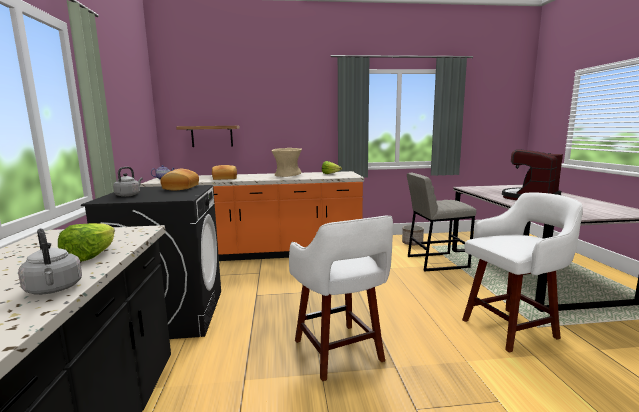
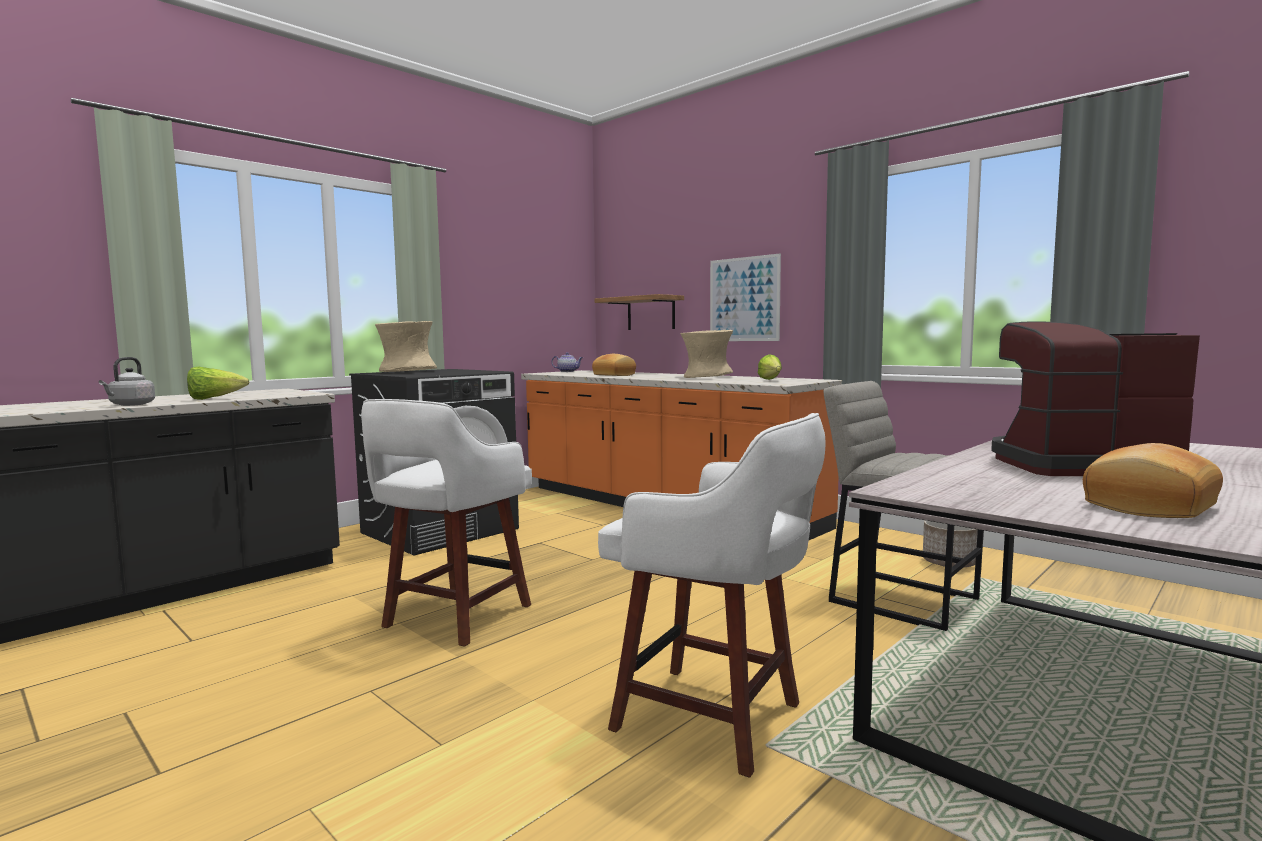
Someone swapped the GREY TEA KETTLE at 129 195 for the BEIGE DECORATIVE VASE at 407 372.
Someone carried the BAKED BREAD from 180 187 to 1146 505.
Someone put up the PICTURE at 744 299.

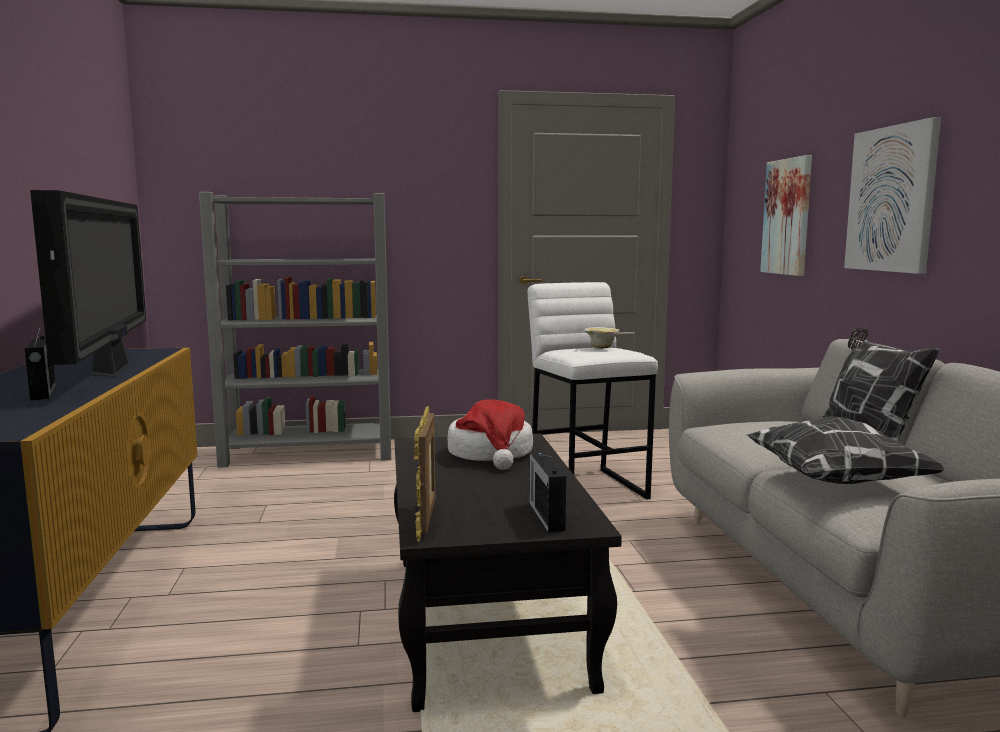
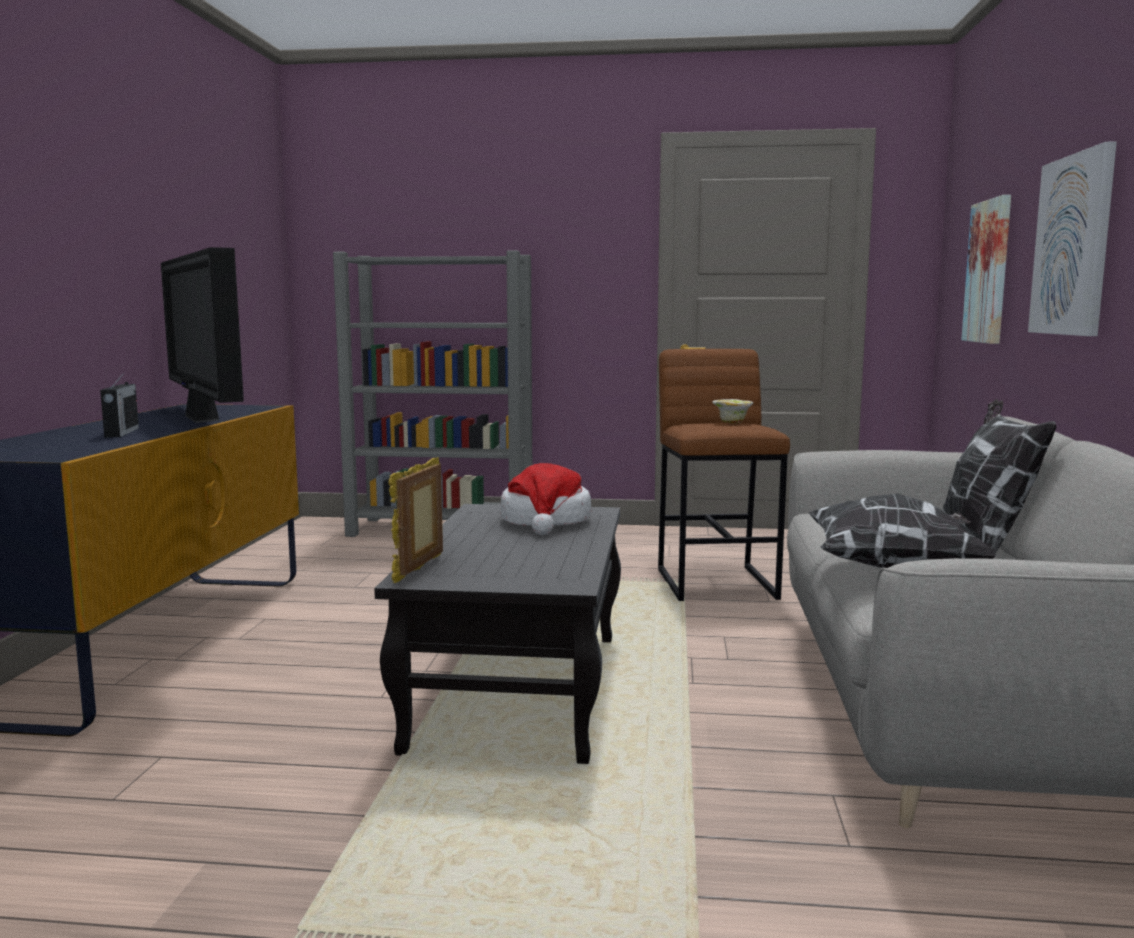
Someone rotated the TELEVISION at 112 369 by 150 degrees clockwise.
Someone repainted the WHITE-COLOURED SITTING STOOL at 586 487, which became the BROWN SITTING STOOL at 715 582.
Someone took away the RADIO RECEIVER at 546 515.

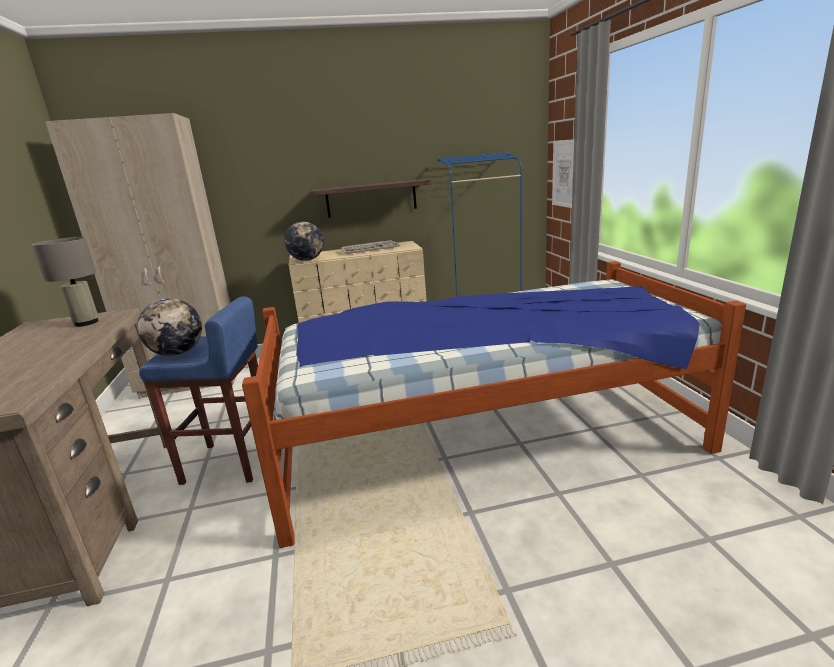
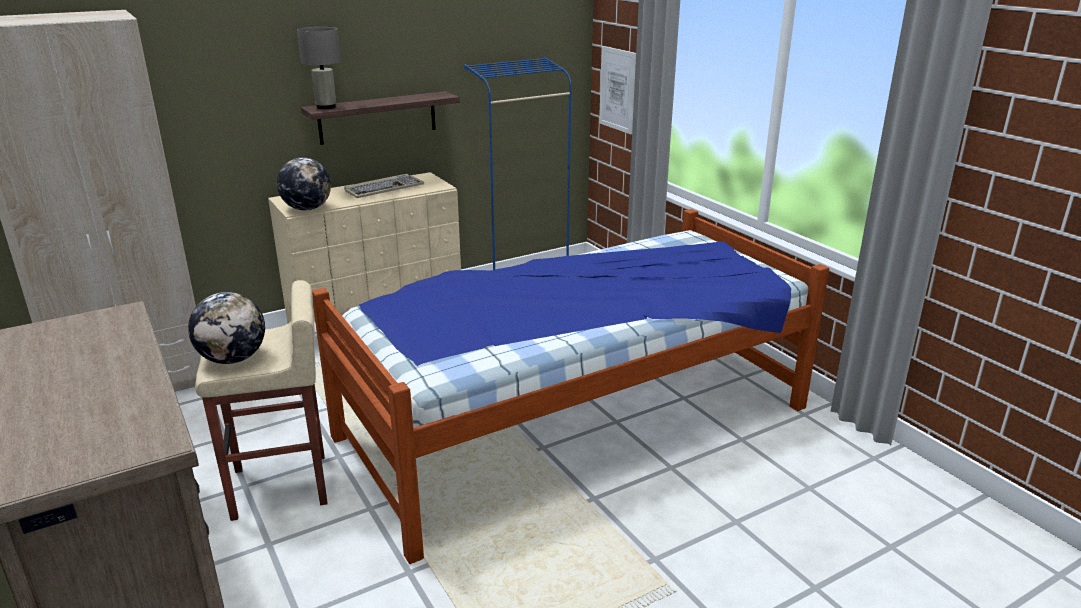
Someone carried the GREY TABLE LAMP from 87 322 to 326 107.
Someone repainted the BLUE-COLOURED SITTING STOOL at 230 463, which became the BEIGE SITTING STOOL at 282 487.

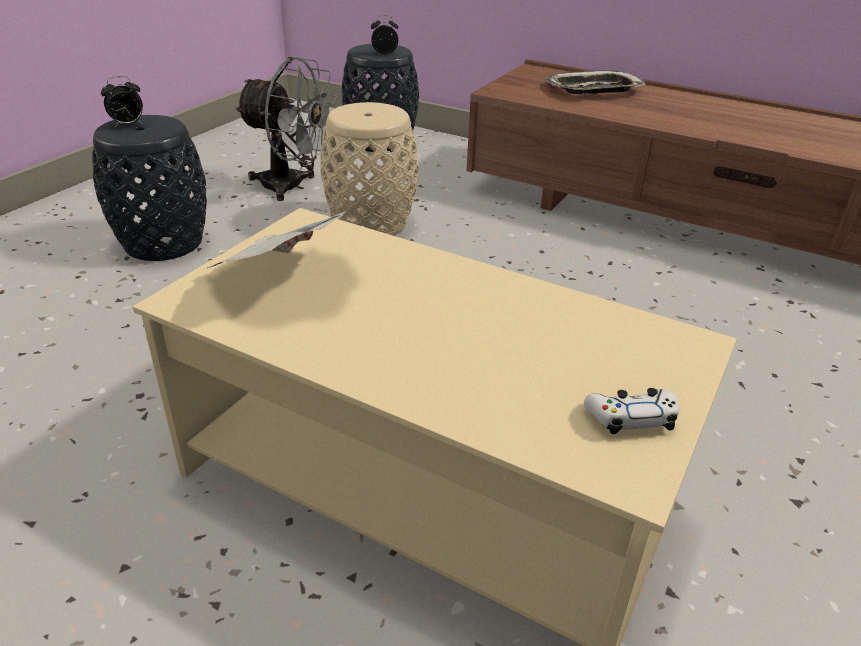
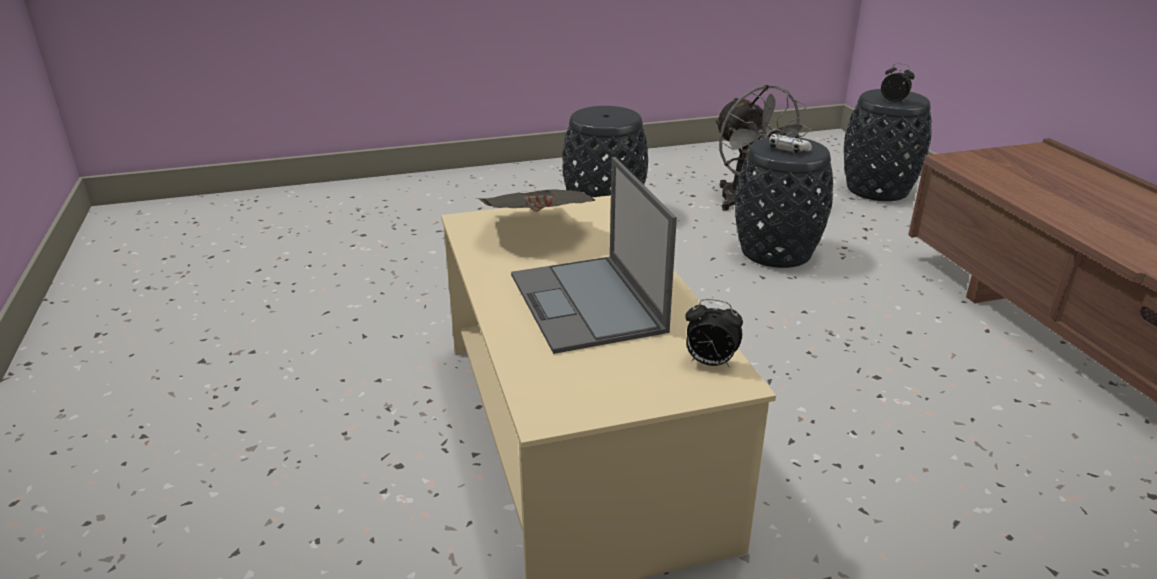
Someone took away the TRAY at 593 90.
Someone carried the TABLE CLOCK from 128 125 to 709 363.
Someone repainted the BEIGE SITTING STOOL at 370 223, which became the BLACKISH SITTING STOOL at 775 252.
Someone carried the WHITE-COLOURED GAMEPAD from 631 417 to 788 149.
Someone put down the NOTEBOOK COMPUTER at 588 304.

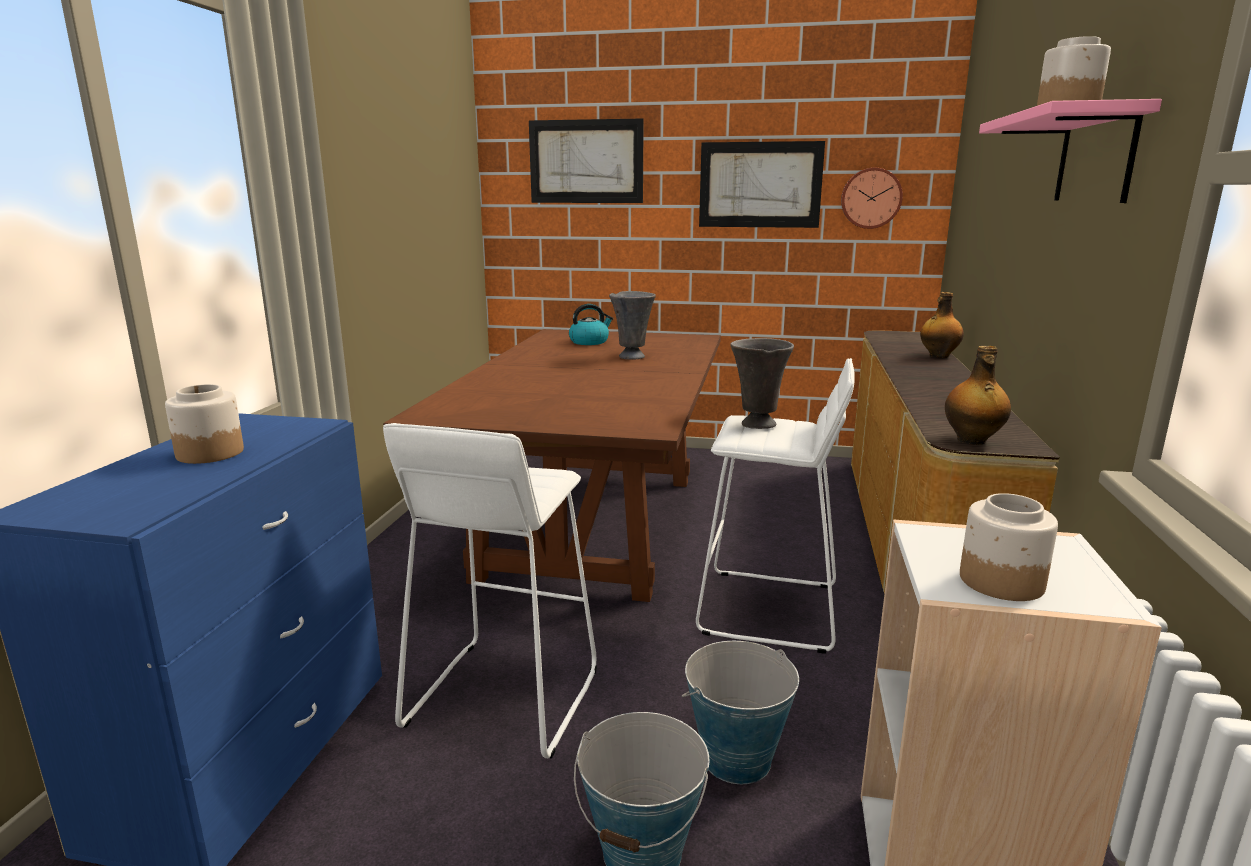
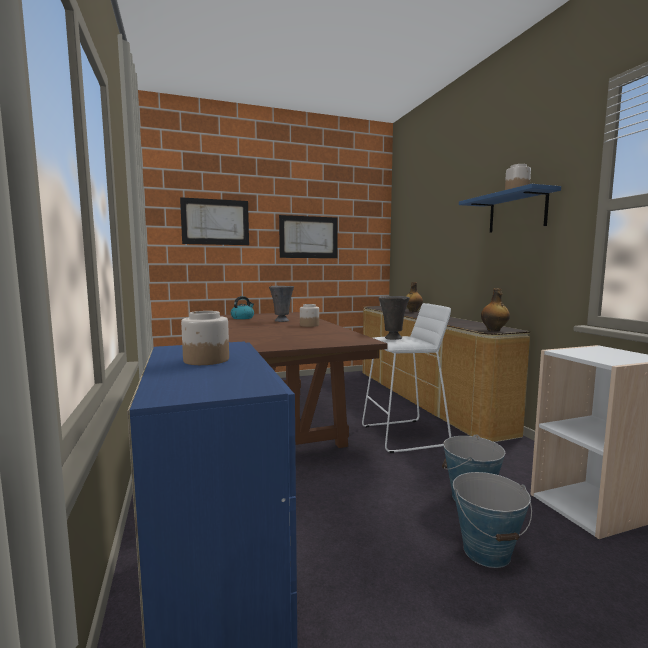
Someone repainted the PINKISH WALL SHELF at 1095 157, which became the BLUE-COLOURED WALL SHELF at 517 212.
Someone took away the WALL CLOCK at 871 198.
Someone took away the WHITE-COLOURED SITTING STOOL at 502 697.
Someone carried the PRESERVE JAR from 1000 581 to 309 325.

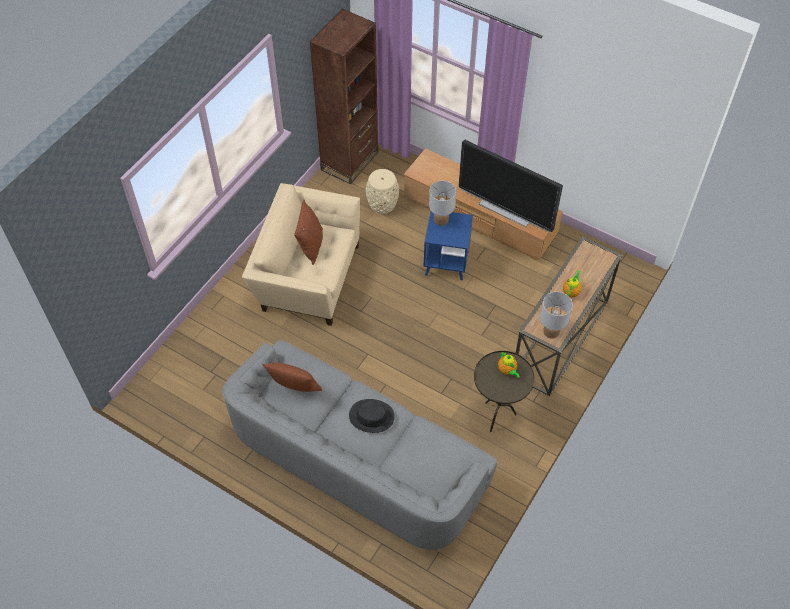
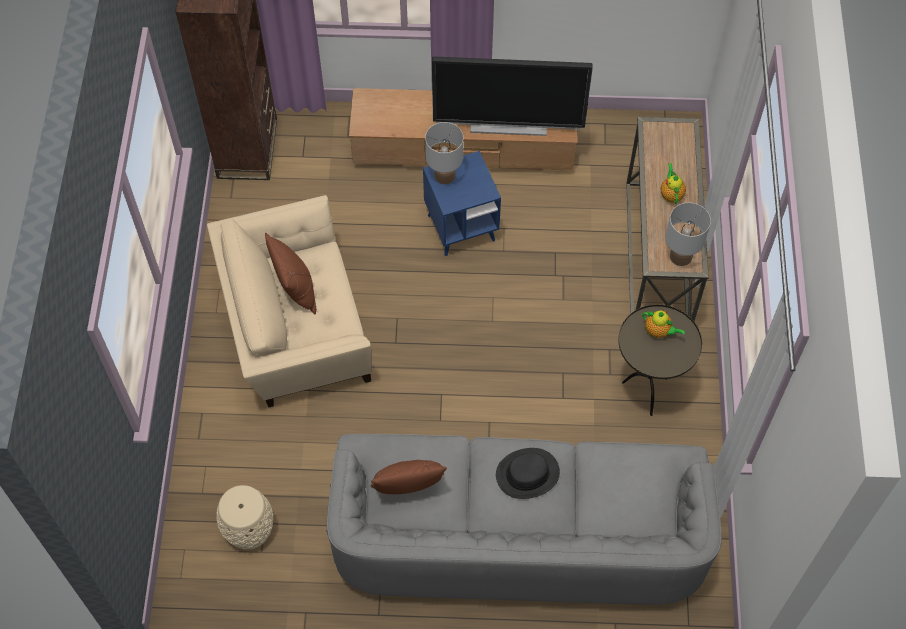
Someone carried the BEIGE SITTING STOOL from 382 204 to 249 530.

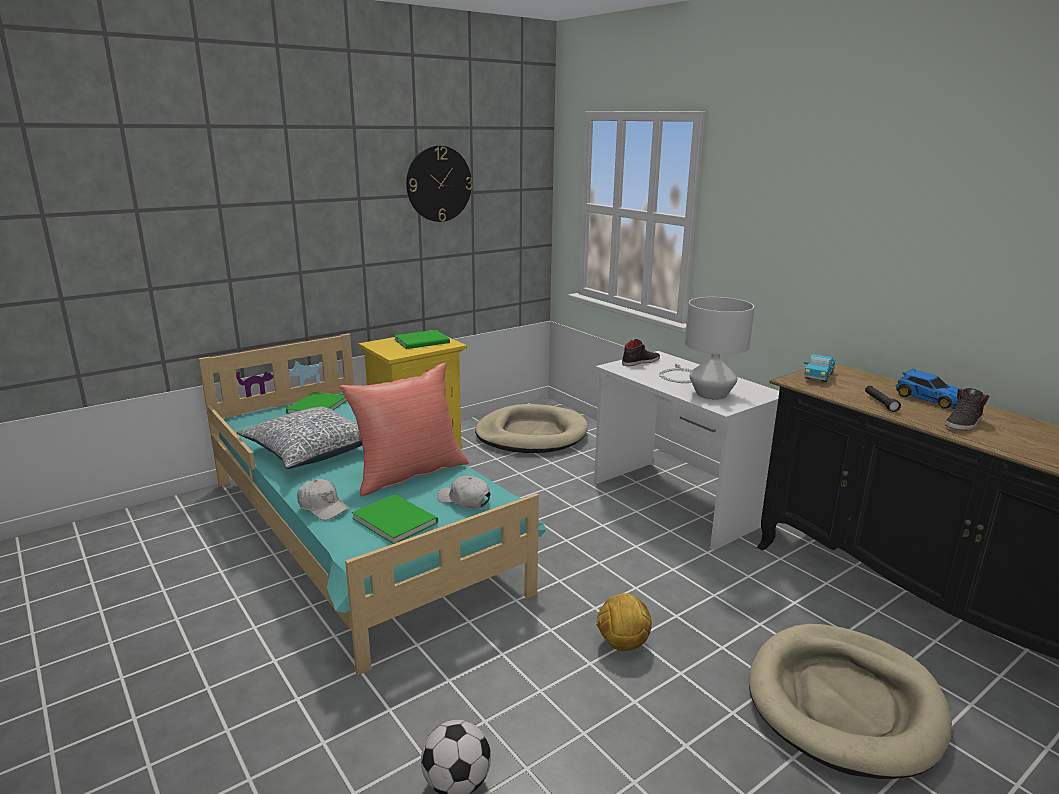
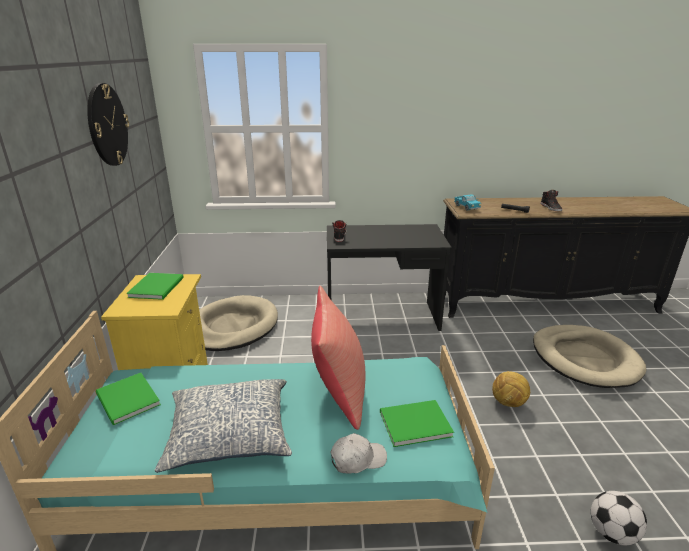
Someone took away the GREY TABLE LAMP at 699 386.
Someone repainted the WHITE-COLOURED DESK at 676 501, which became the BLACKISH DESK at 382 317.
Someone took away the TOY CAR at 929 399.
Someone took away the WHITE-COLOURED PEAKED CAP at 464 500.

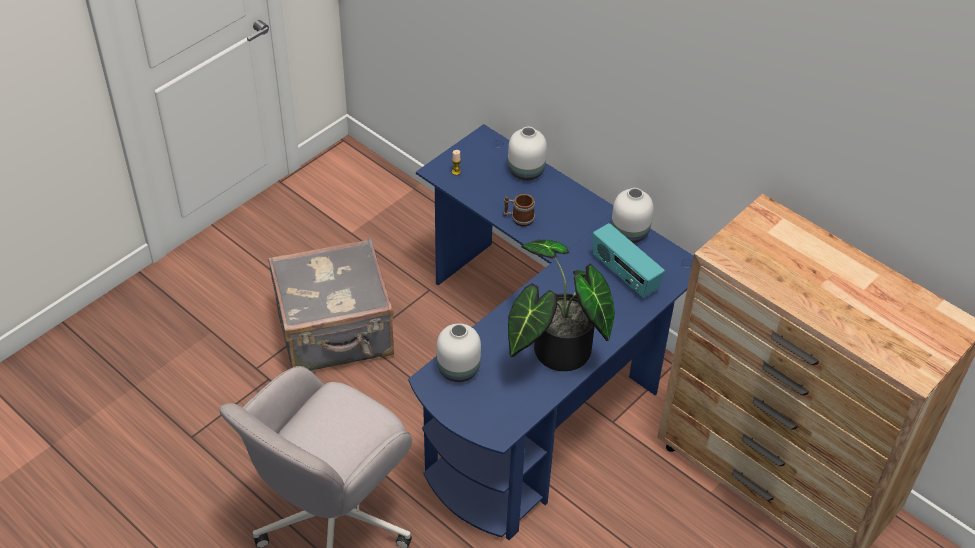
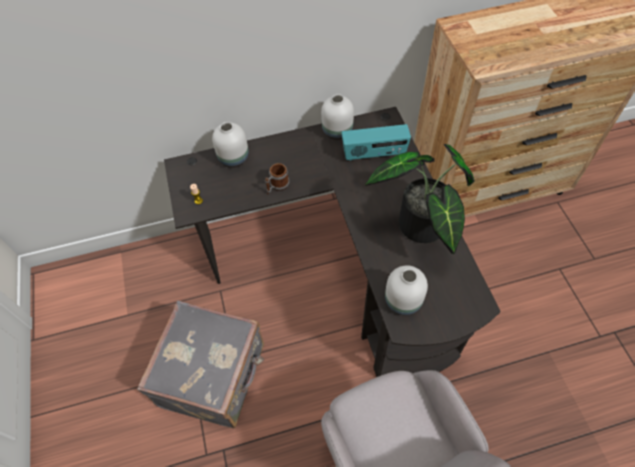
Someone repainted the BLUE-COLOURED DESK at 538 378, which became the BLACKISH DESK at 340 266.

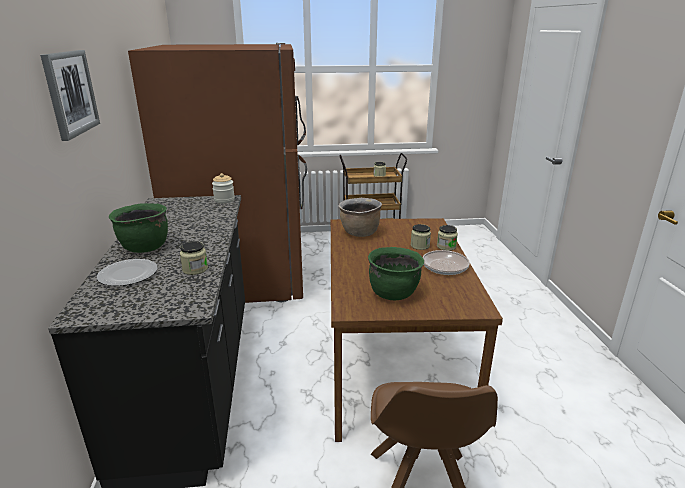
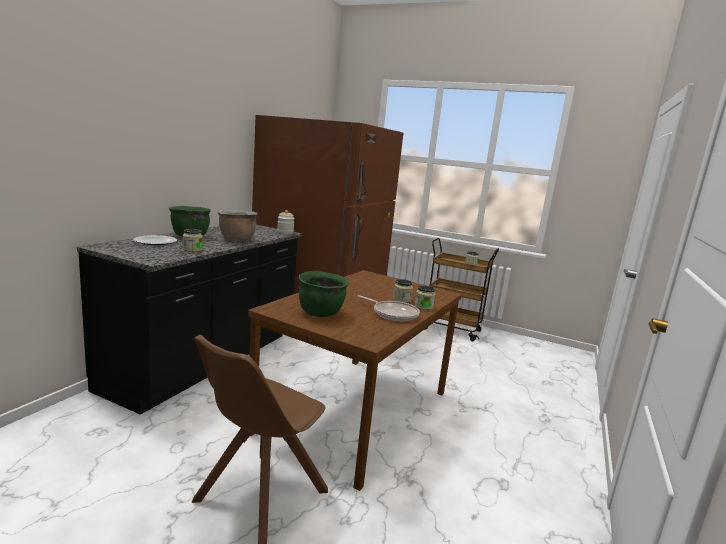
Someone took away the PICTURE at 70 93.
Someone carried the BROWN SAUCEPOT from 359 233 to 236 239.

